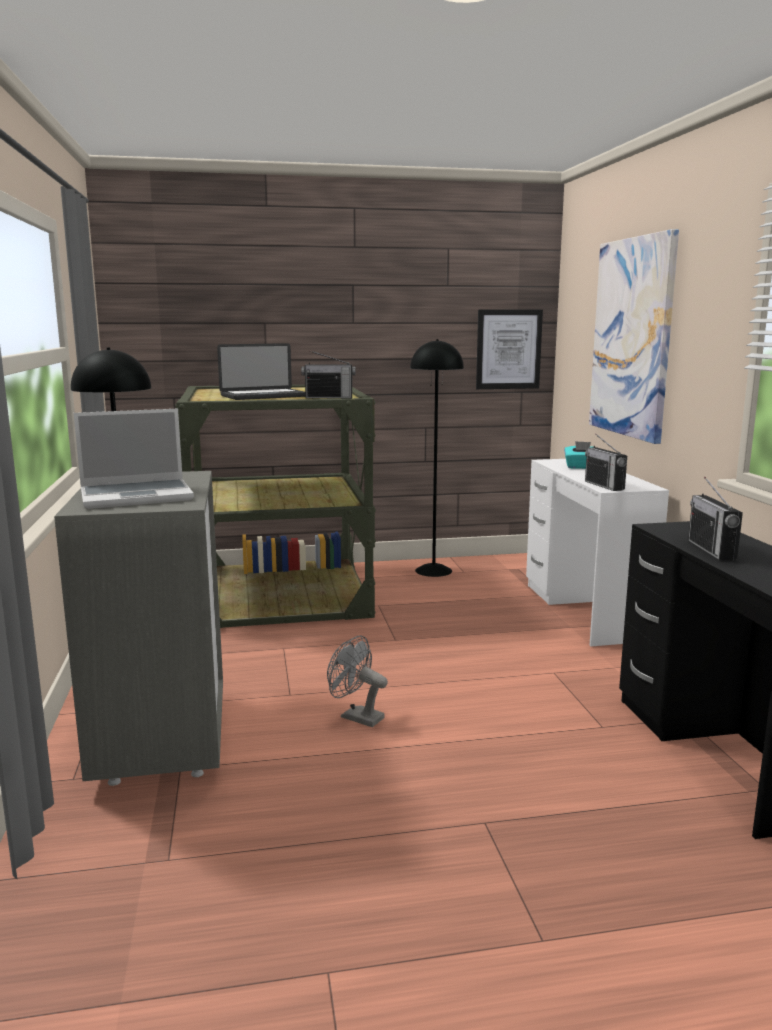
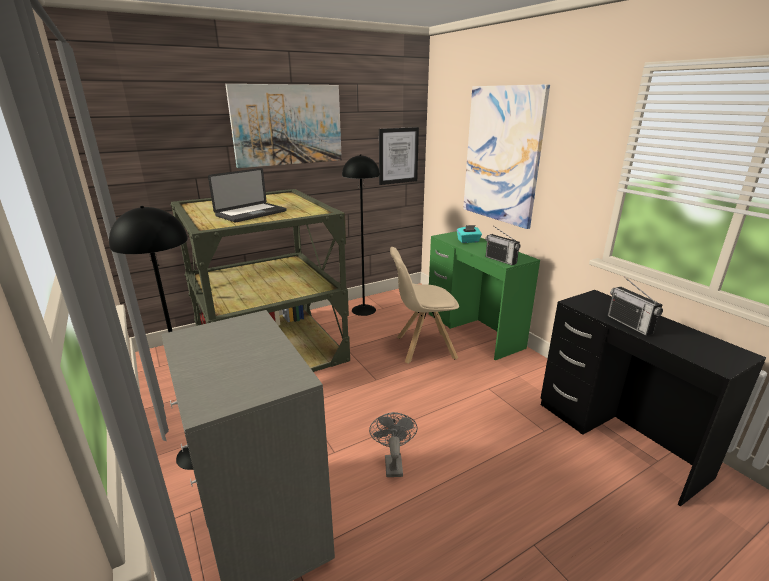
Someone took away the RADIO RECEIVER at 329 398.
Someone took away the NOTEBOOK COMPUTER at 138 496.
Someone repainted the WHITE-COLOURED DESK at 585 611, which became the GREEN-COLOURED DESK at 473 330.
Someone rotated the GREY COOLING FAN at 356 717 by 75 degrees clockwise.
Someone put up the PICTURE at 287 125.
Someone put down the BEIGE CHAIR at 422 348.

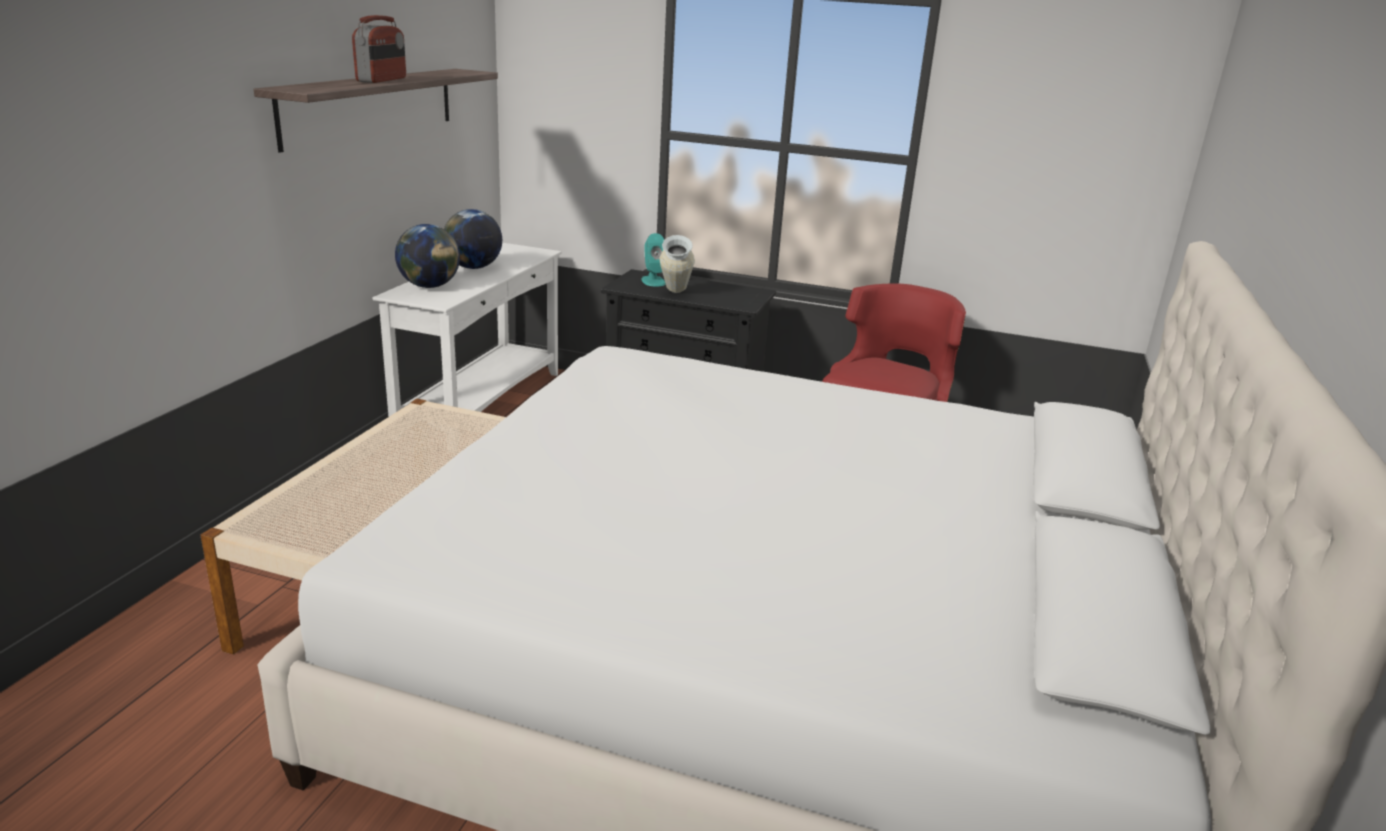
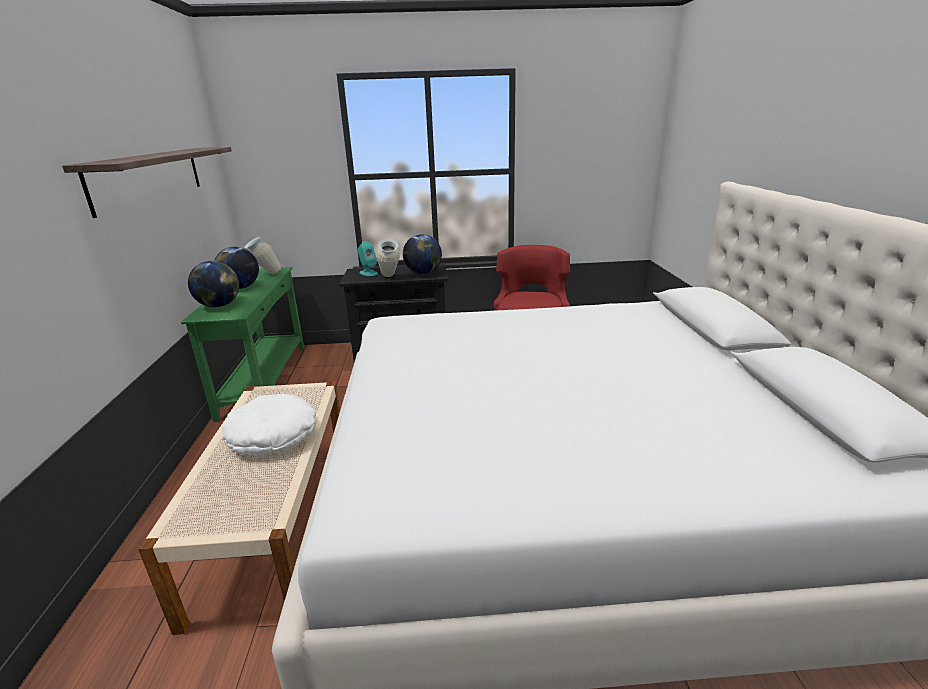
Someone took away the RADIO RECEIVER at 382 80.
Someone repainted the WHITE-COLOURED NARROW TABLE at 481 404, which became the GREEN-COLOURED NARROW TABLE at 264 380.
Someone put down the DESK GLOBE at 423 273.
Someone put down the DECORATIVE VASE at 265 274.
Someone put down the WHITE-COLOURED CUSHION at 272 436.

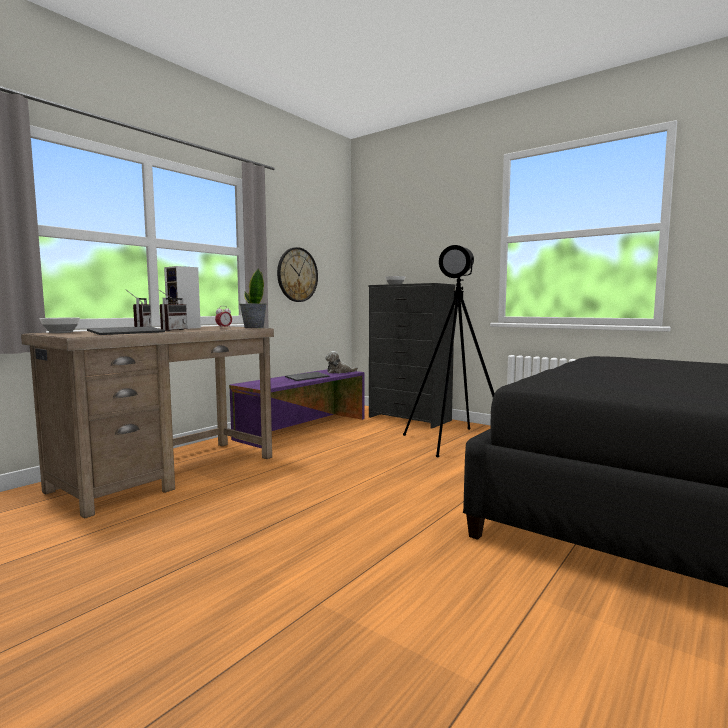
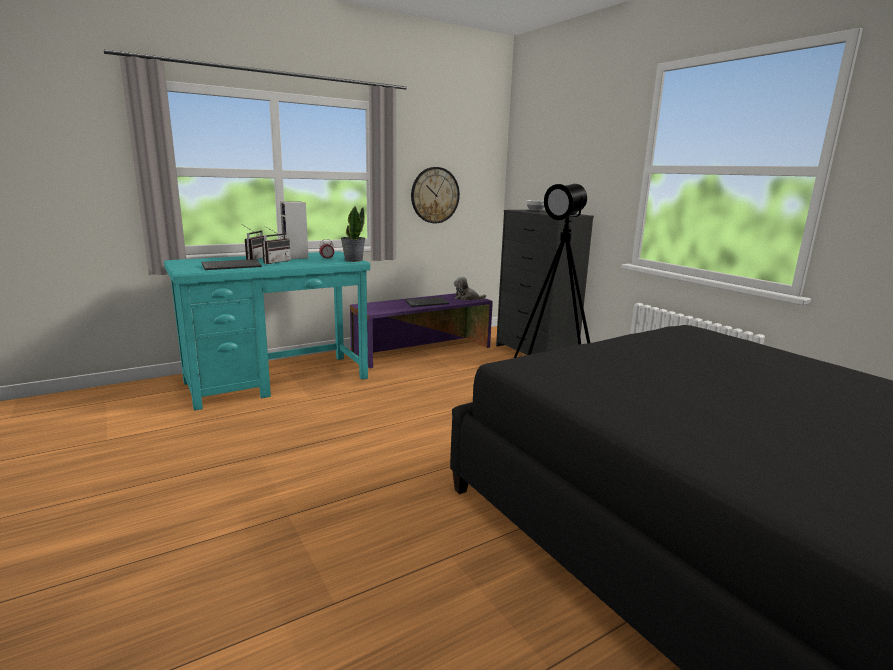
Someone took away the DEEP DISH at 61 332.
Someone repainted the BROWN DESK at 168 473, which became the TURQUOISE-COLOURED DESK at 277 380.

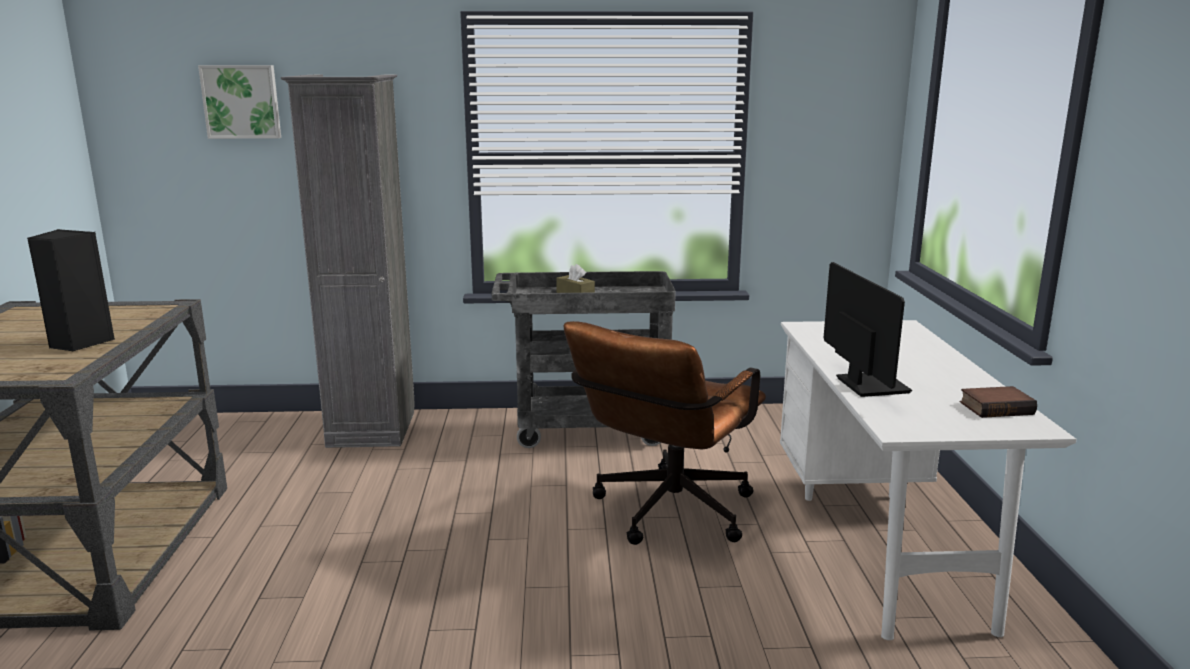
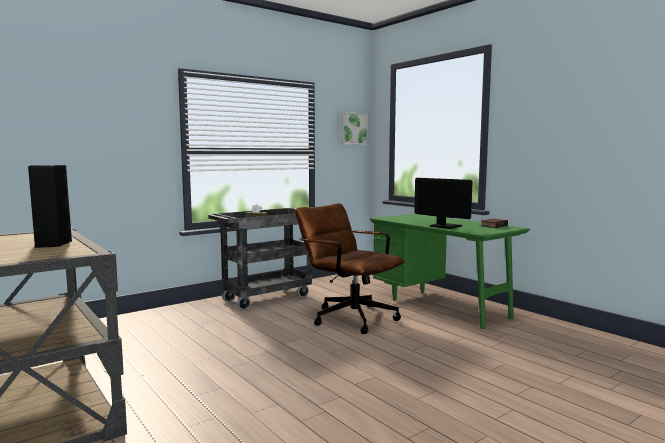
Someone carried the PICTURE from 242 101 to 353 128.
Someone took away the GREY CUPBOARD at 373 429.
Someone repainted the WHITE-COLOURED DESK at 883 545, which became the GREEN-COLOURED DESK at 441 306.
Someone rotated the BROWN OFFICE CHAIR at 665 515 by 135 degrees clockwise.

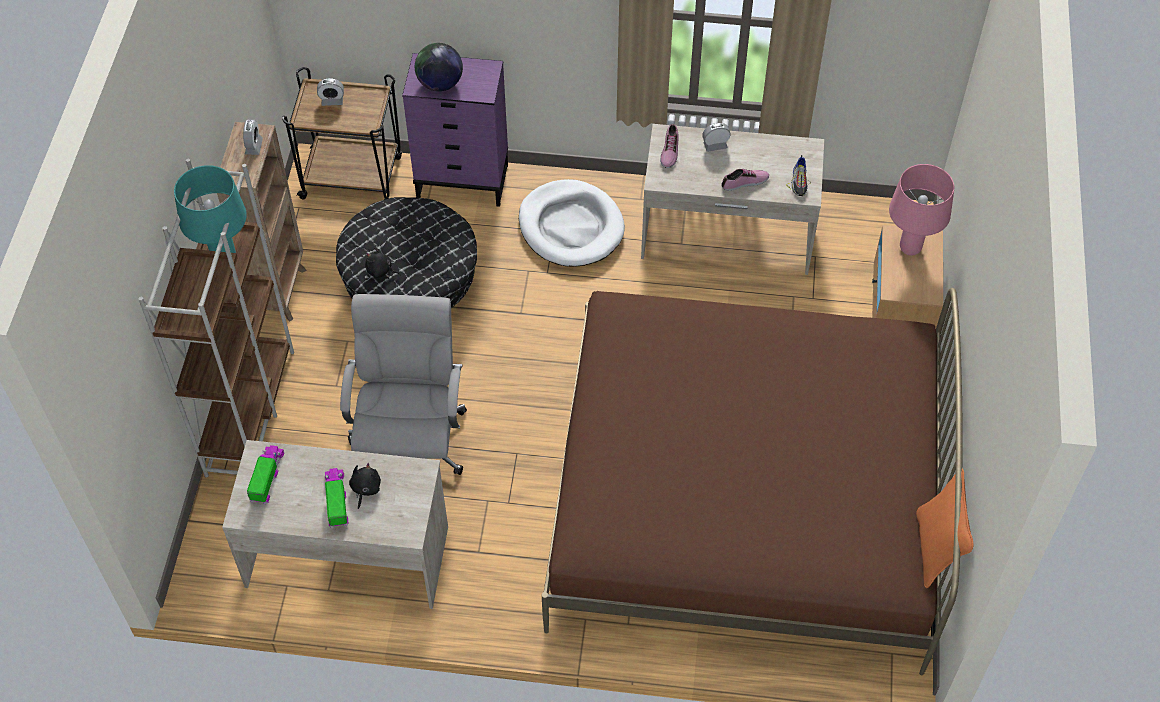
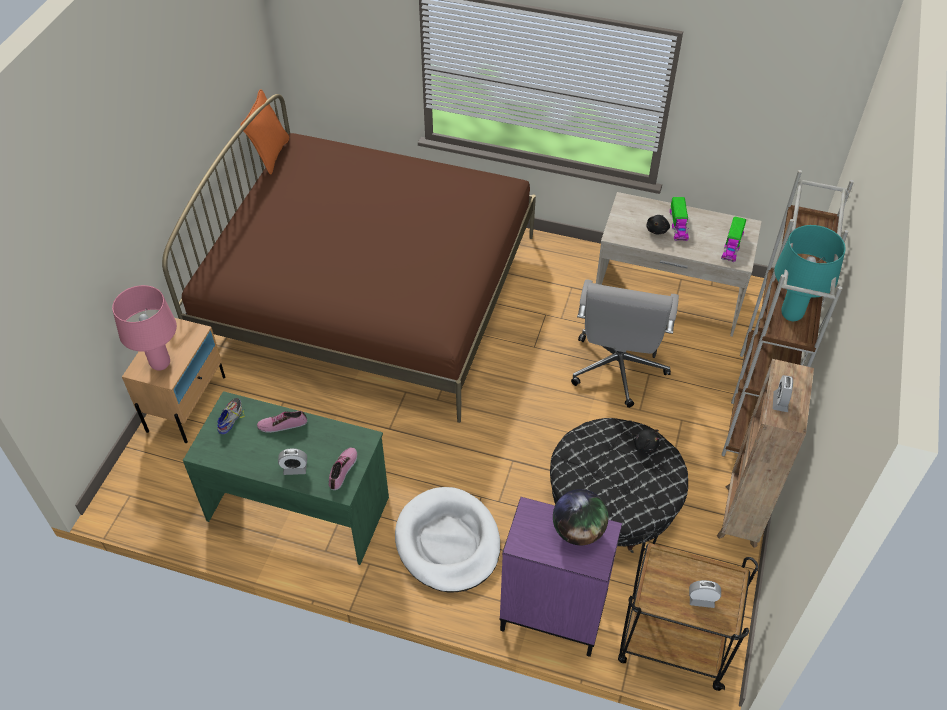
Someone repainted the BEIGE DESK at 726 236, which became the GREEN-COLOURED DESK at 299 507.

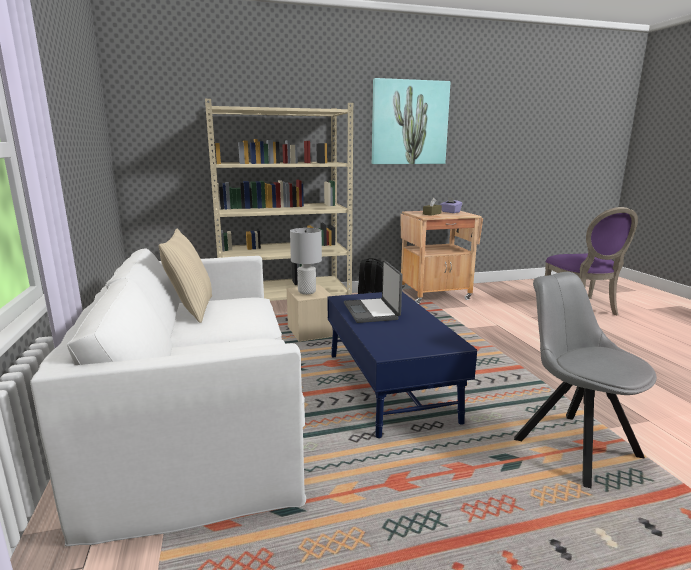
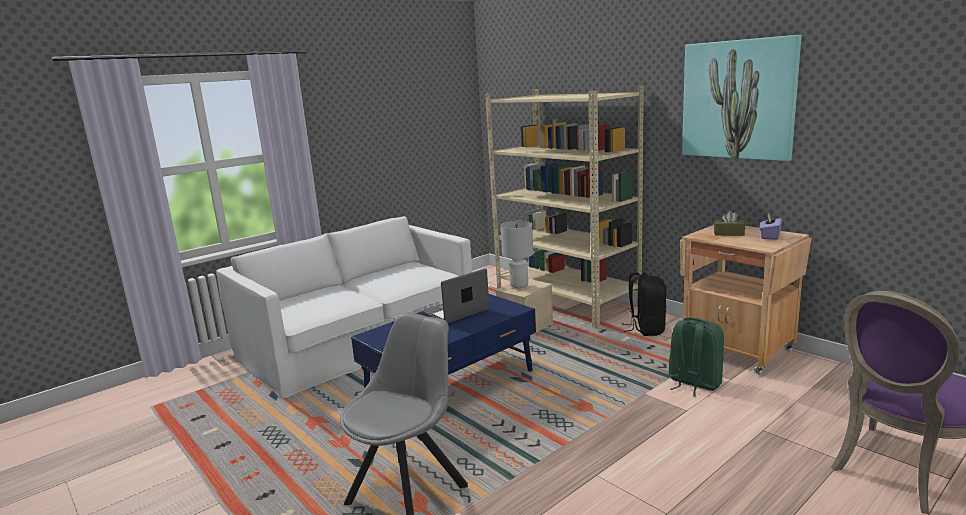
Someone took away the BEIGE CUSHION at 191 310.
Someone put down the GREEN-COLOURED KNAPSACK at 693 383.

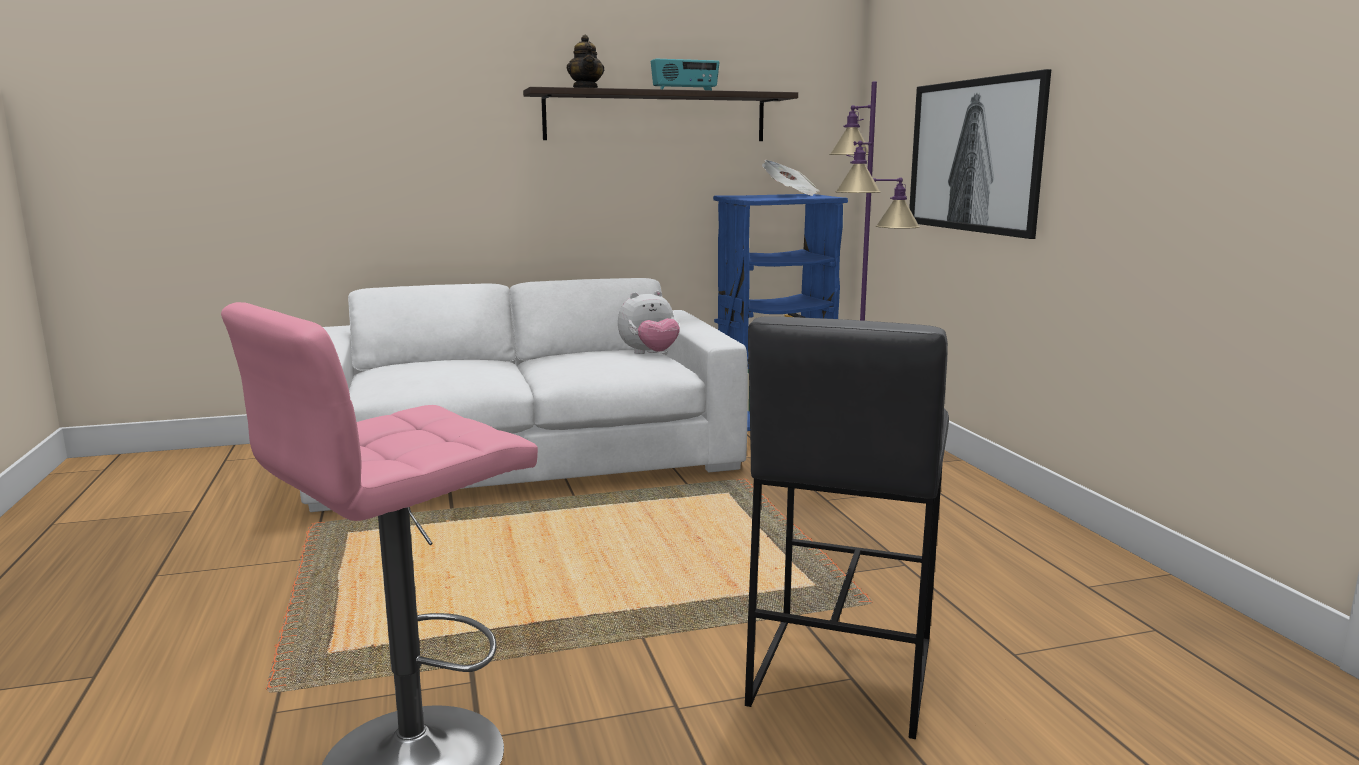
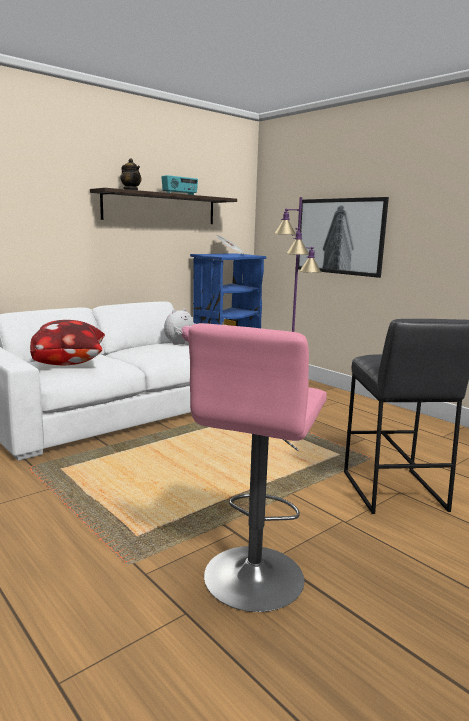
Someone put down the CUSHION at 71 363.

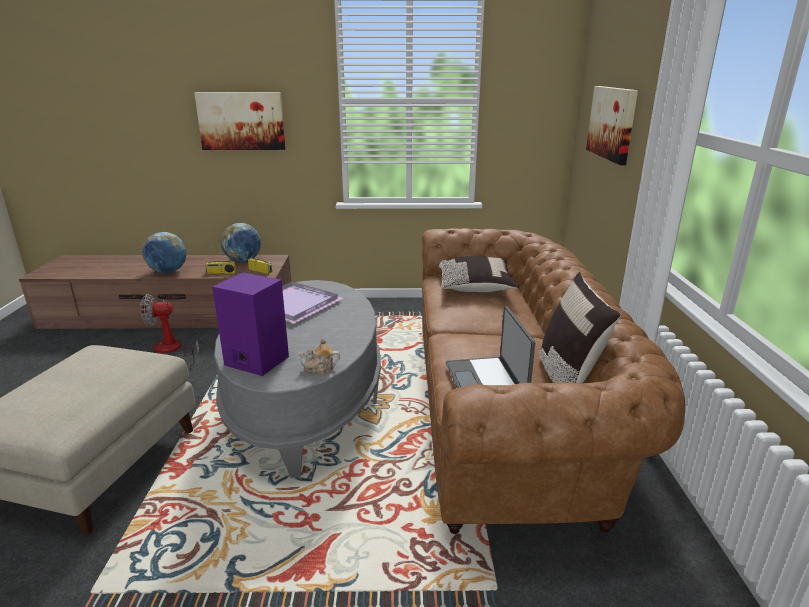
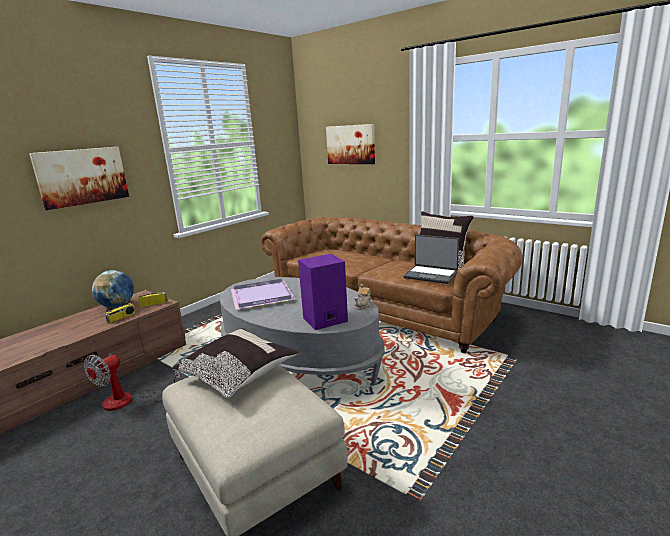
Someone took away the DESK GLOBE at 168 272.
Someone carried the CUSHION from 475 287 to 238 374.

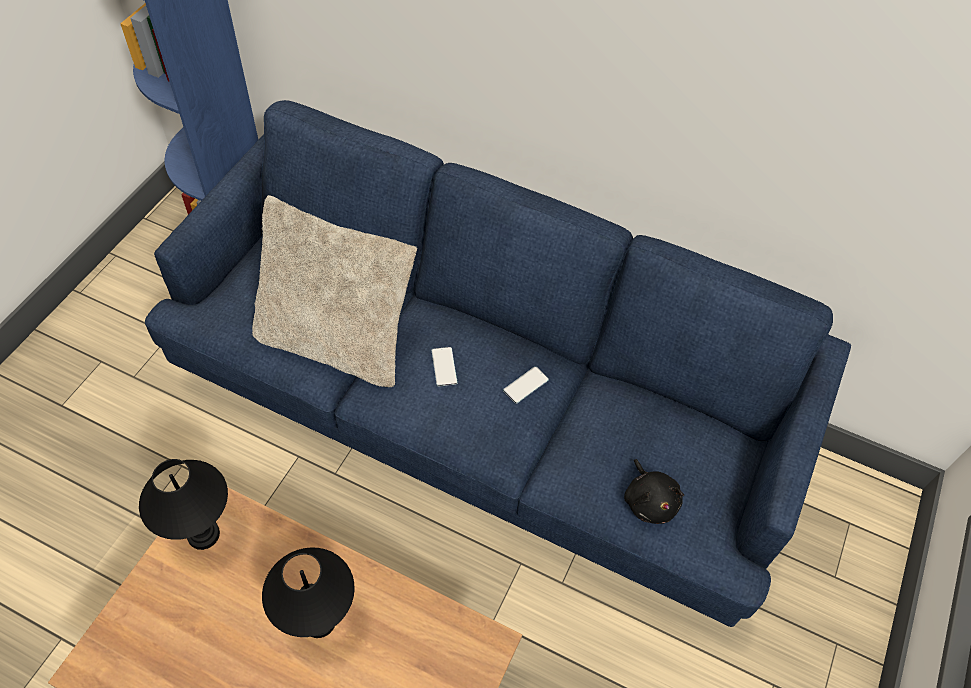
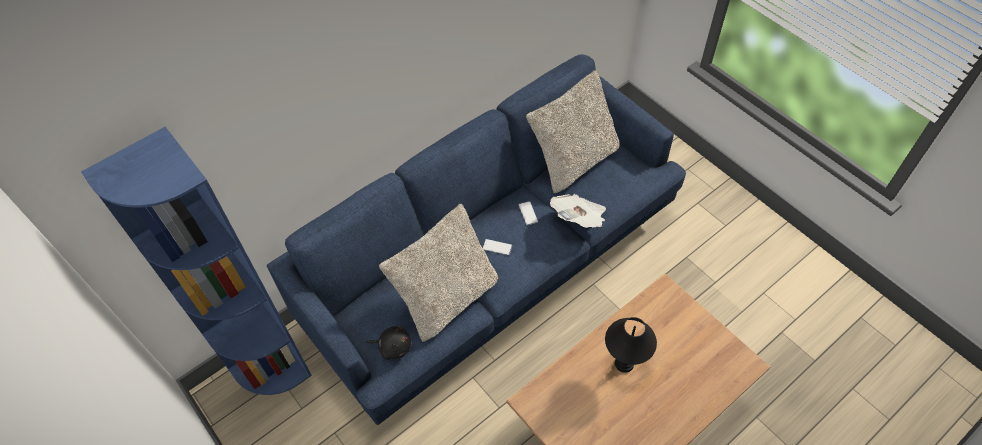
Someone took away the BLACKISH TABLE LAMP at 204 534.
Someone carried the BLACKISH CUDDLY TOY from 649 501 to 393 347.
Someone put down the BEIGE CUSHION at 574 159.
Someone put down the NEWSPAPER at 579 219.

